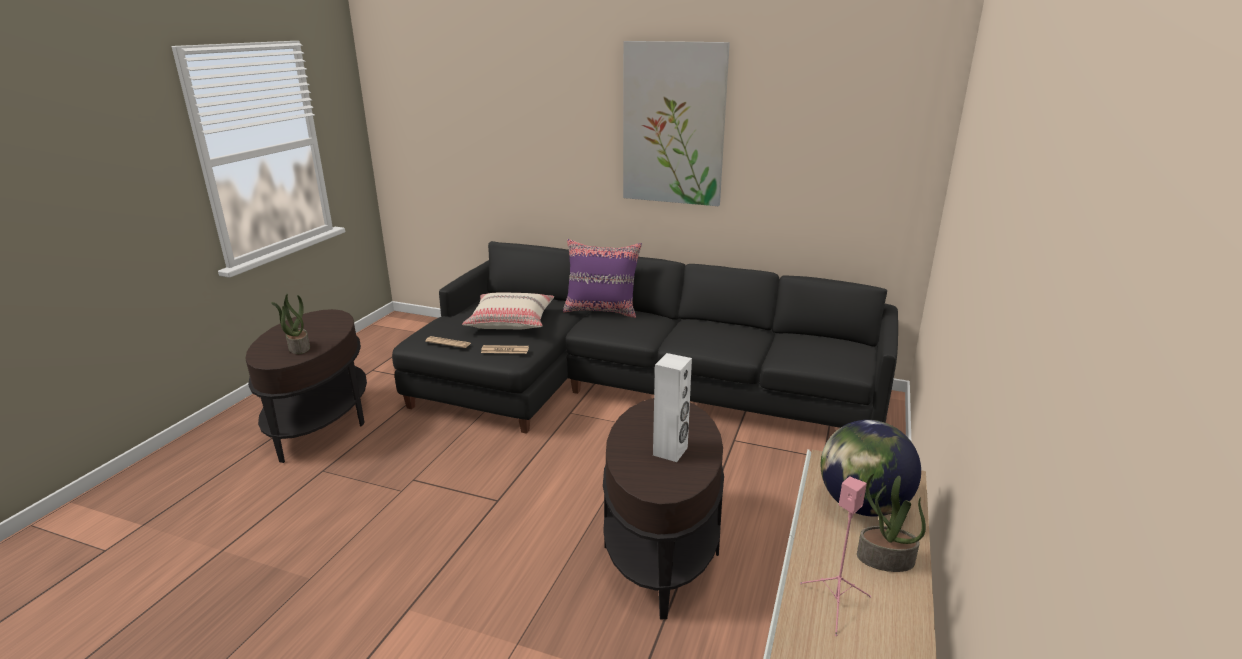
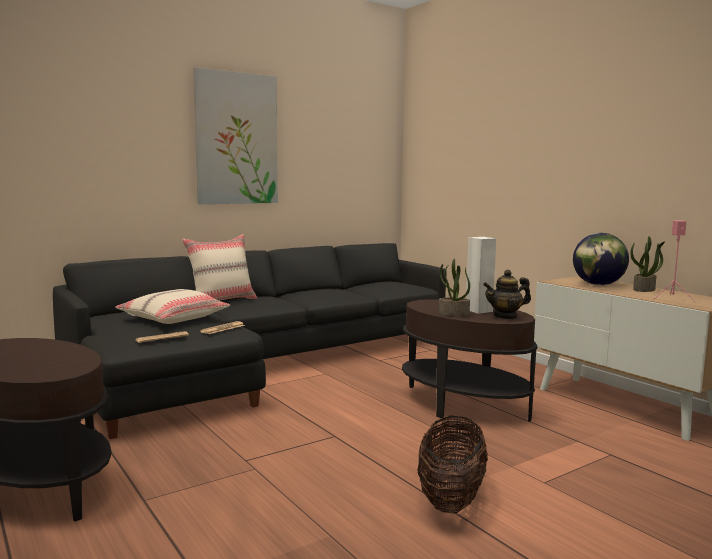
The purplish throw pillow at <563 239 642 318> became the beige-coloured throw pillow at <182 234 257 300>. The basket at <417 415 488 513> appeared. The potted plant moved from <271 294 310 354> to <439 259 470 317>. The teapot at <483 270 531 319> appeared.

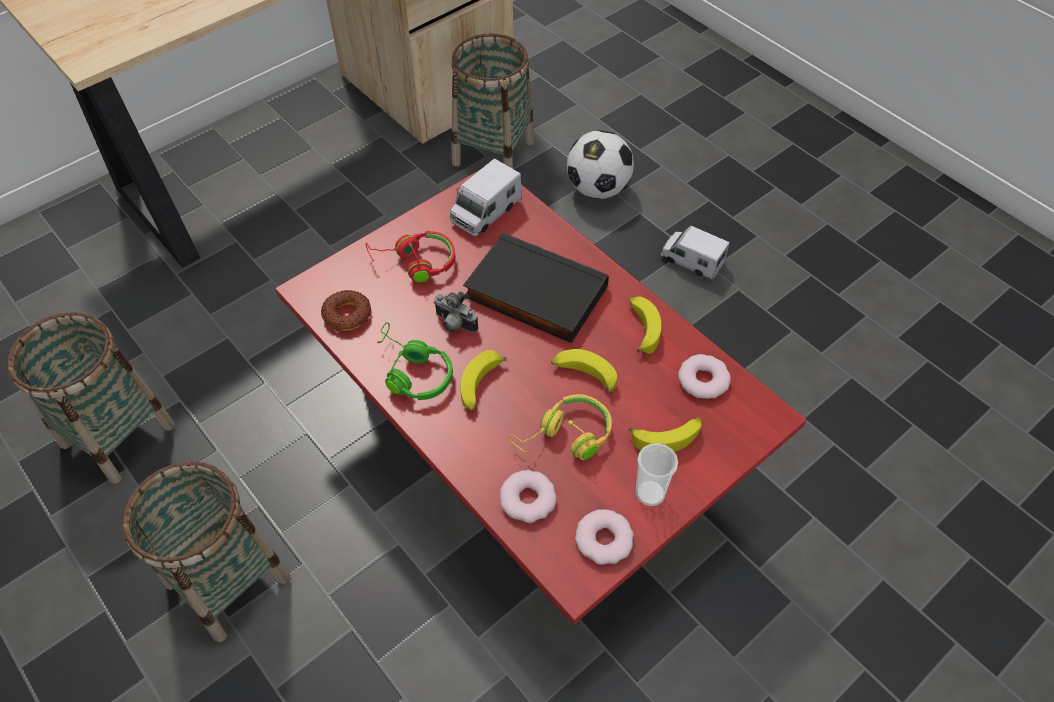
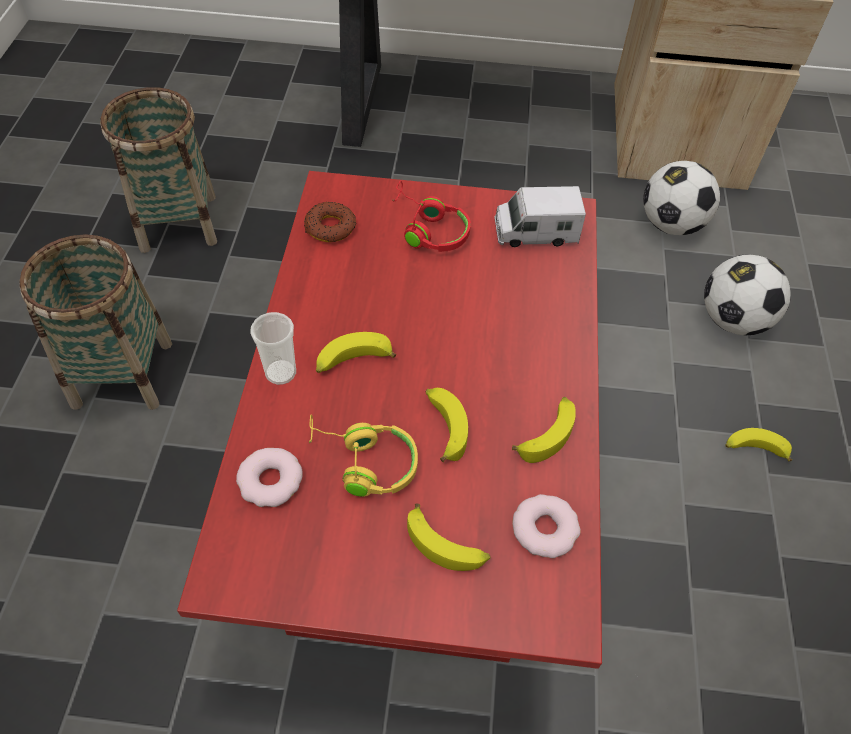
The cup moved from <636 443 678 506> to <250 312 296 385>. The basket at <451 34 535 169> was replaced by the football ball at <643 161 720 235>. The toy truck at <661 226 730 280> was replaced by the banana fruit at <725 428 792 461>. The green headset at <376 322 453 400> disappeared. The still camera at <433 291 478 333> disappeared. The black volume at <463 233 609 343> disappeared. The doughnut at <575 509 633 565> disappeared.

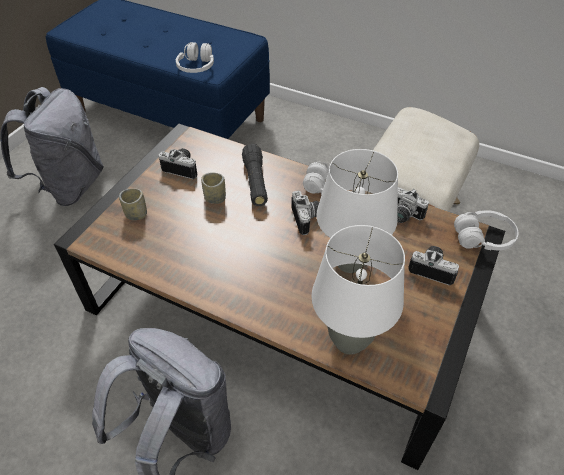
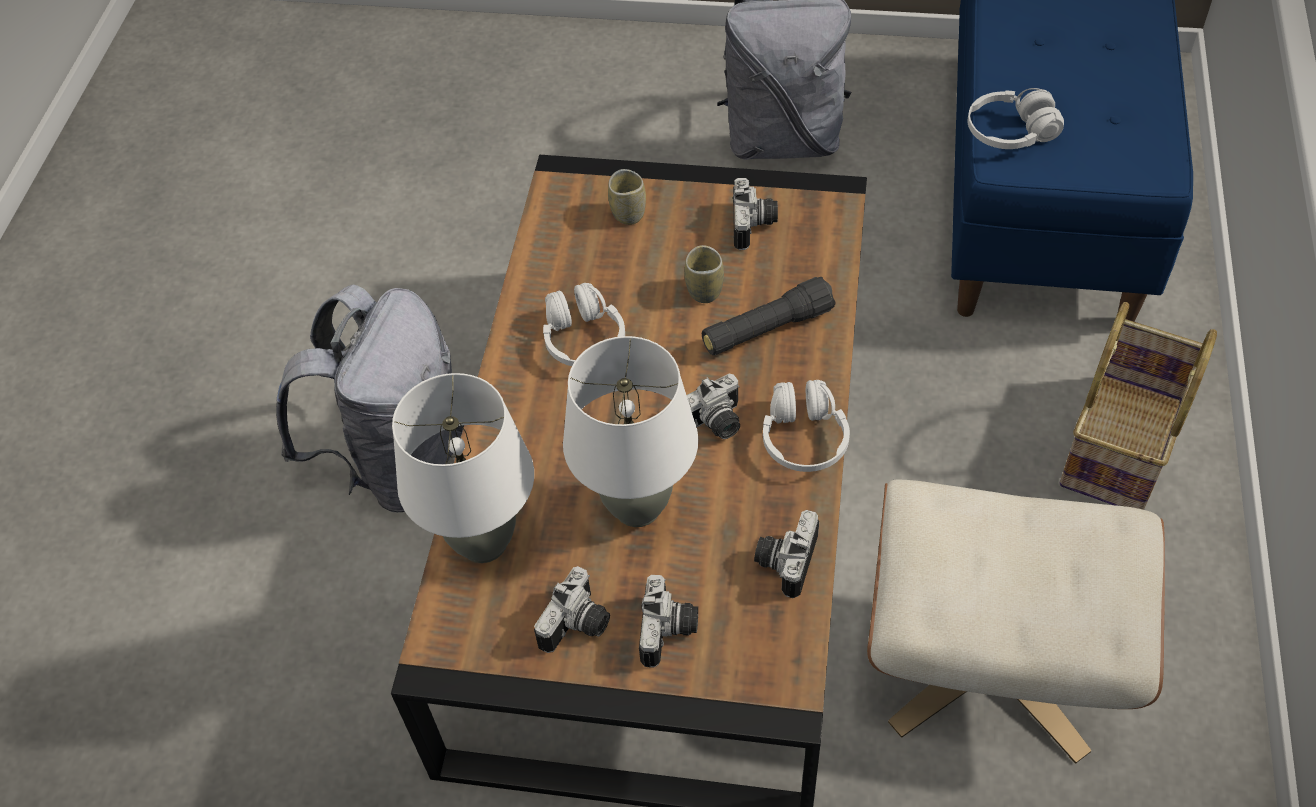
The still camera at <534 566 610 653> appeared. The white headset moved from <454 210 519 250> to <543 283 625 366>. The basket at <1060 302 1217 510> appeared.

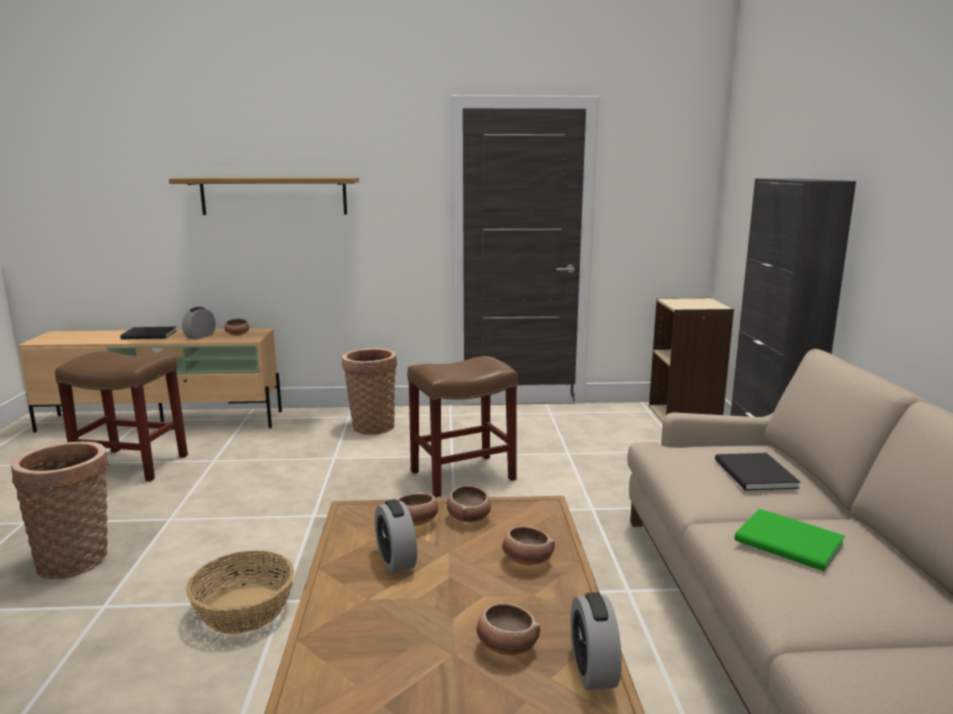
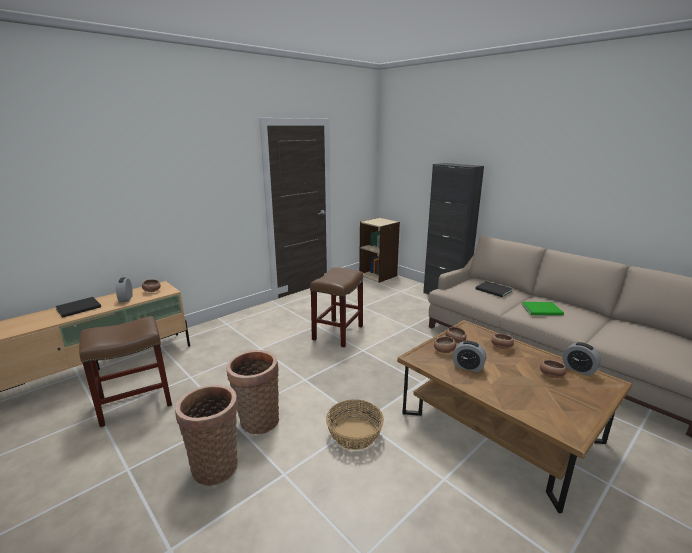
The basket moved from <342 348 397 435> to <226 350 279 434>. The shelf at <169 177 359 215> disappeared.

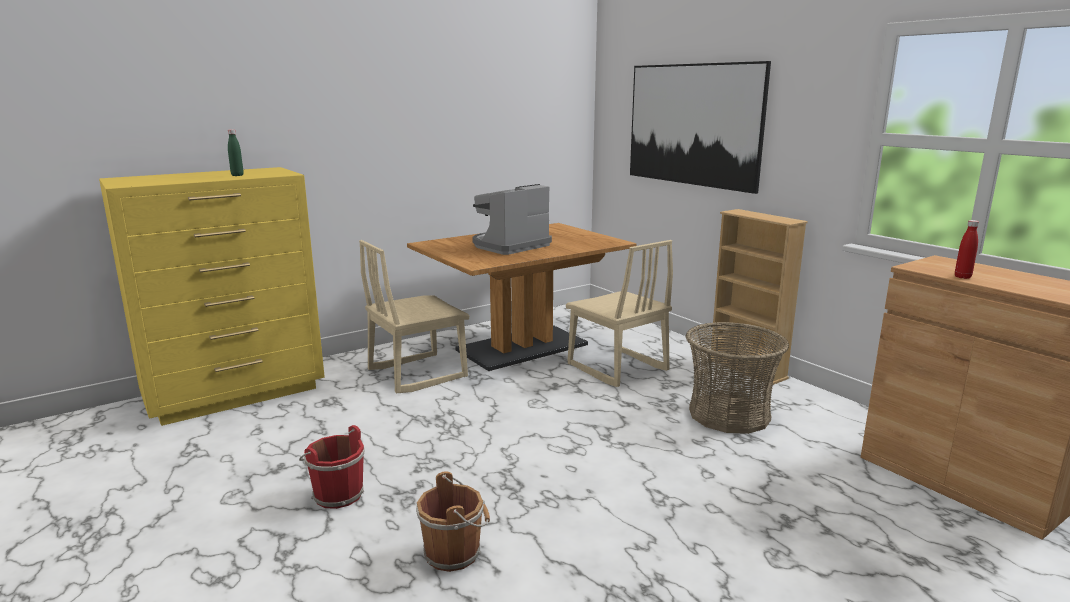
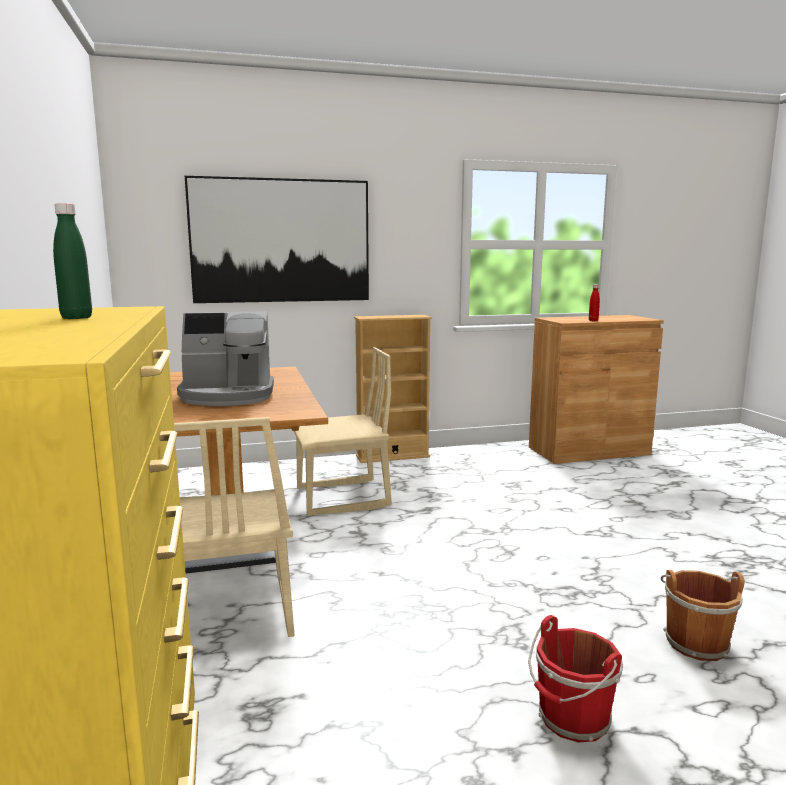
The coffee brewer at <472 184 552 255> turned 75 degrees counterclockwise. The basket at <686 322 789 434> disappeared.

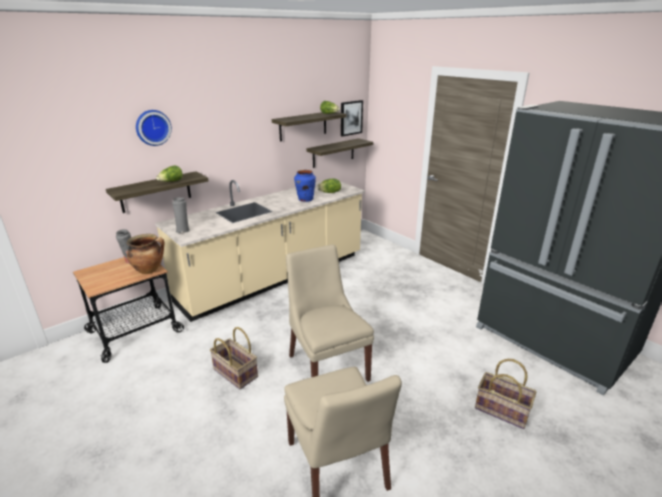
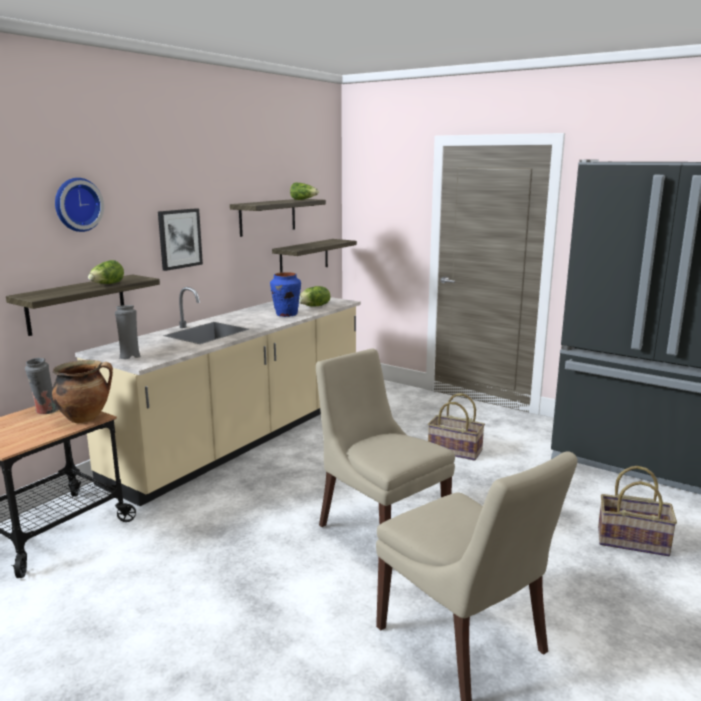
The wall picture moved from <341 100 363 137> to <158 208 203 271>. The basket moved from <210 327 258 389> to <428 393 485 461>.

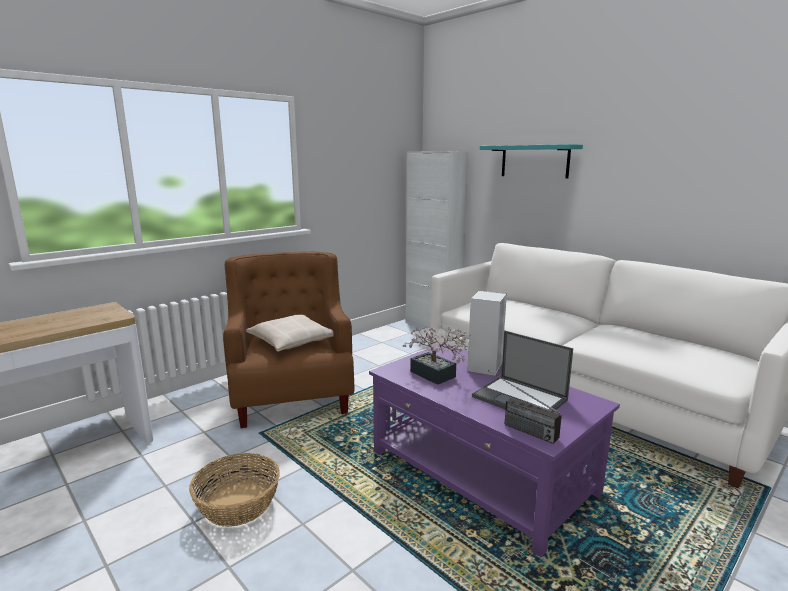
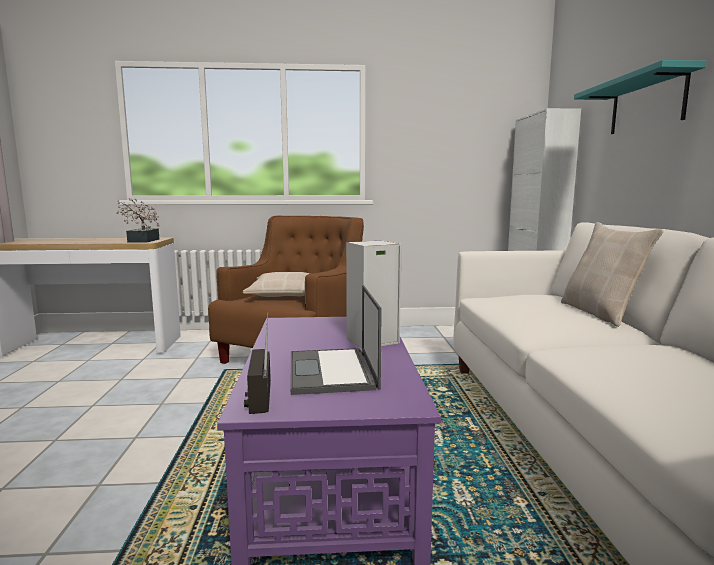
The potted plant moved from <403 327 471 385> to <116 198 160 242>. The beige-coloured throw pillow at <561 222 664 327> appeared. The basket at <189 453 280 527> disappeared.

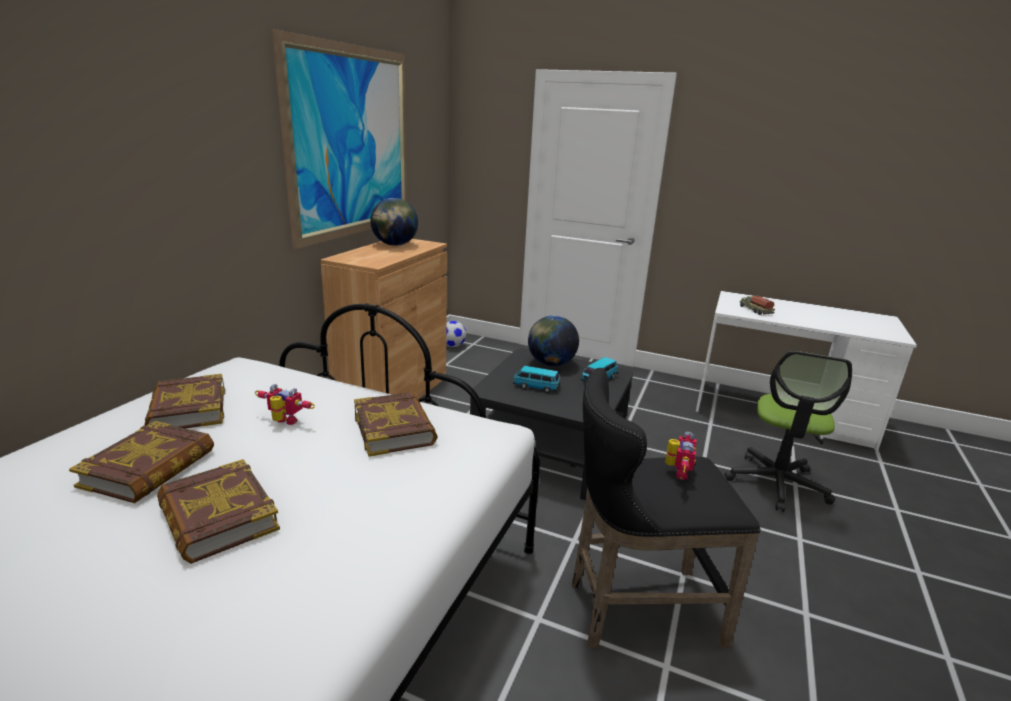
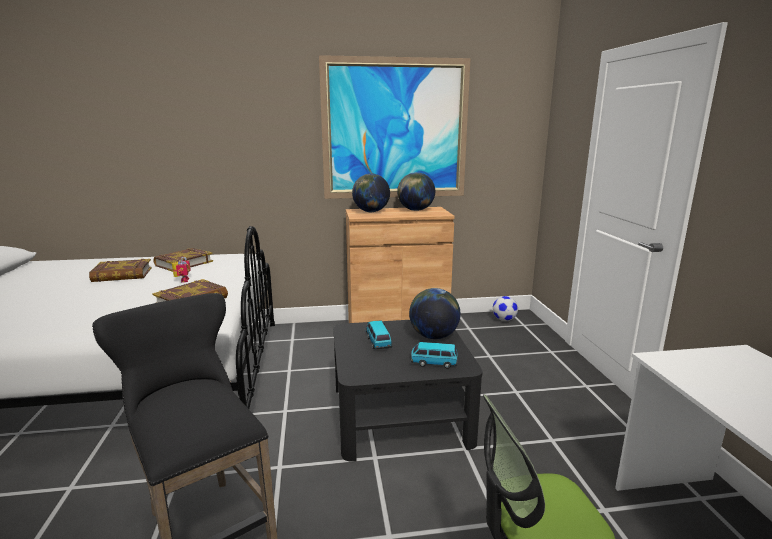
The desk globe at <352 173 390 212> appeared. The volume at <157 459 280 564> disappeared. The toy robot at <665 432 697 480> disappeared. The toy truck at <739 295 775 315> disappeared.

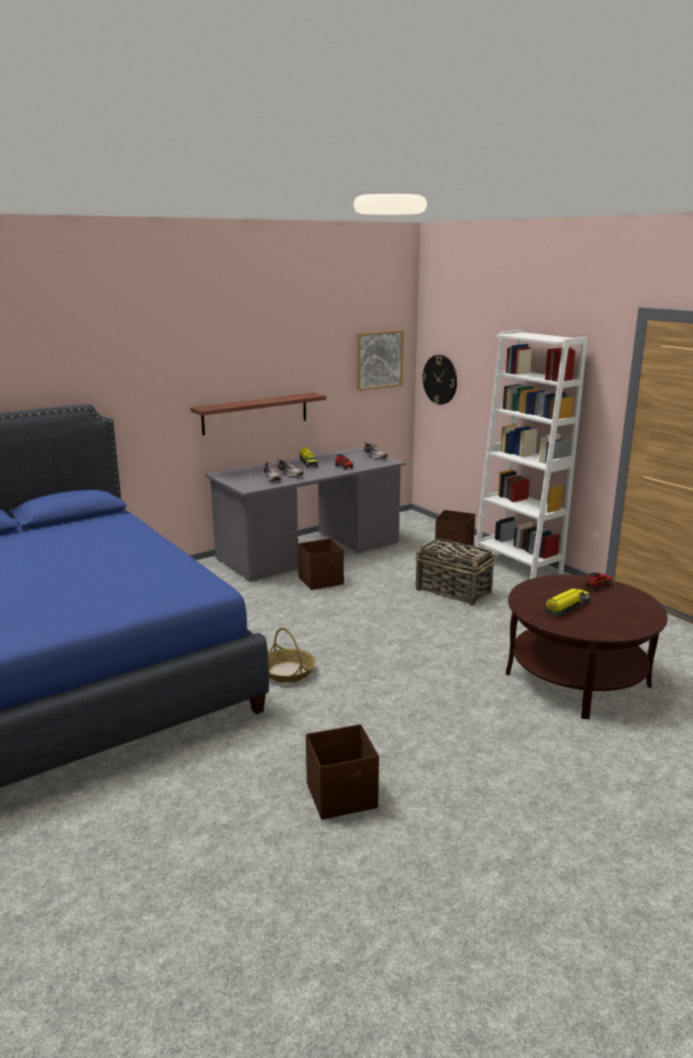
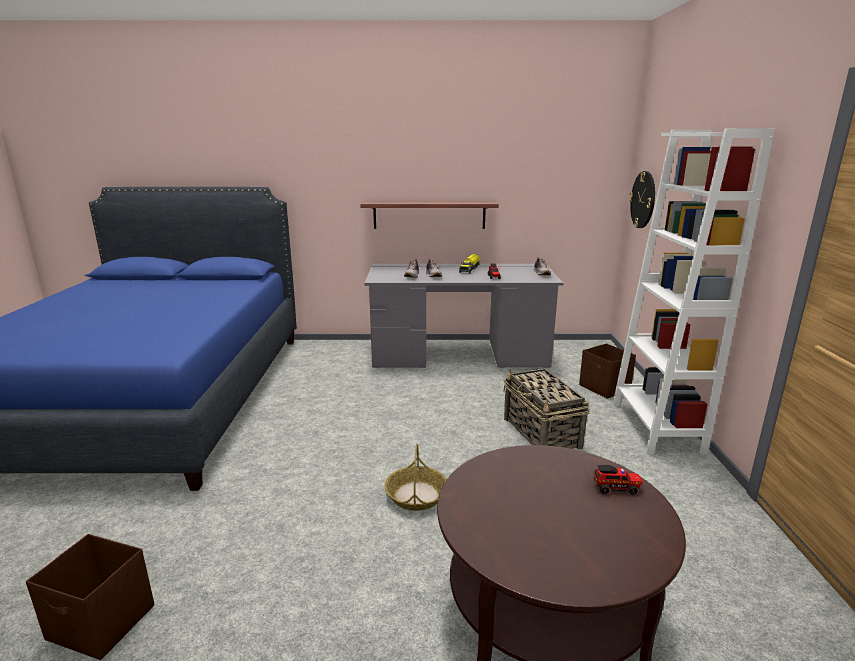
The basket moved from <268 628 316 683> to <385 444 447 511>. The brownish storage box at <298 538 344 590> disappeared. The wall picture at <356 330 404 391> disappeared. The toy truck at <544 588 590 617> disappeared.

